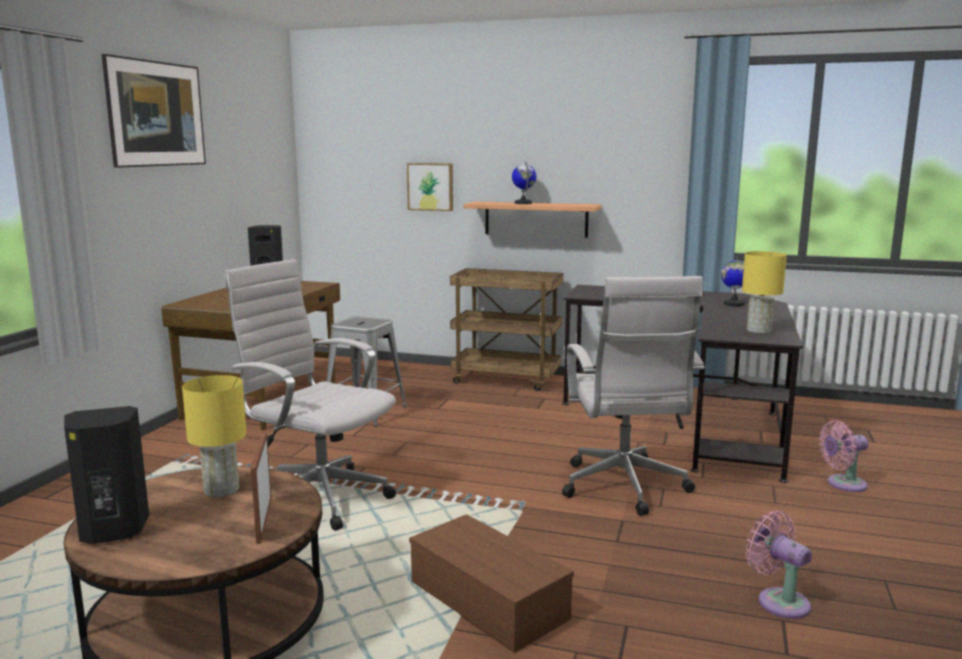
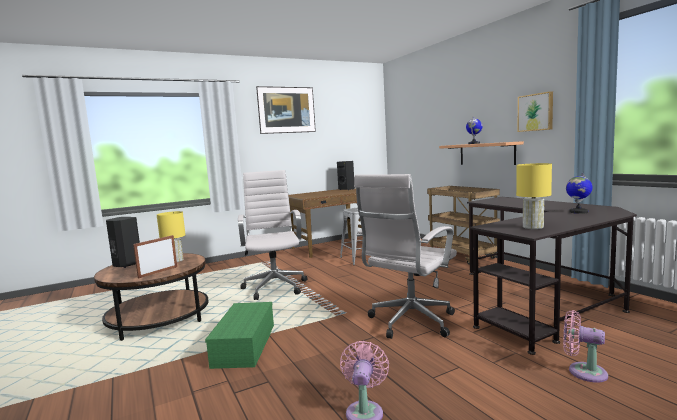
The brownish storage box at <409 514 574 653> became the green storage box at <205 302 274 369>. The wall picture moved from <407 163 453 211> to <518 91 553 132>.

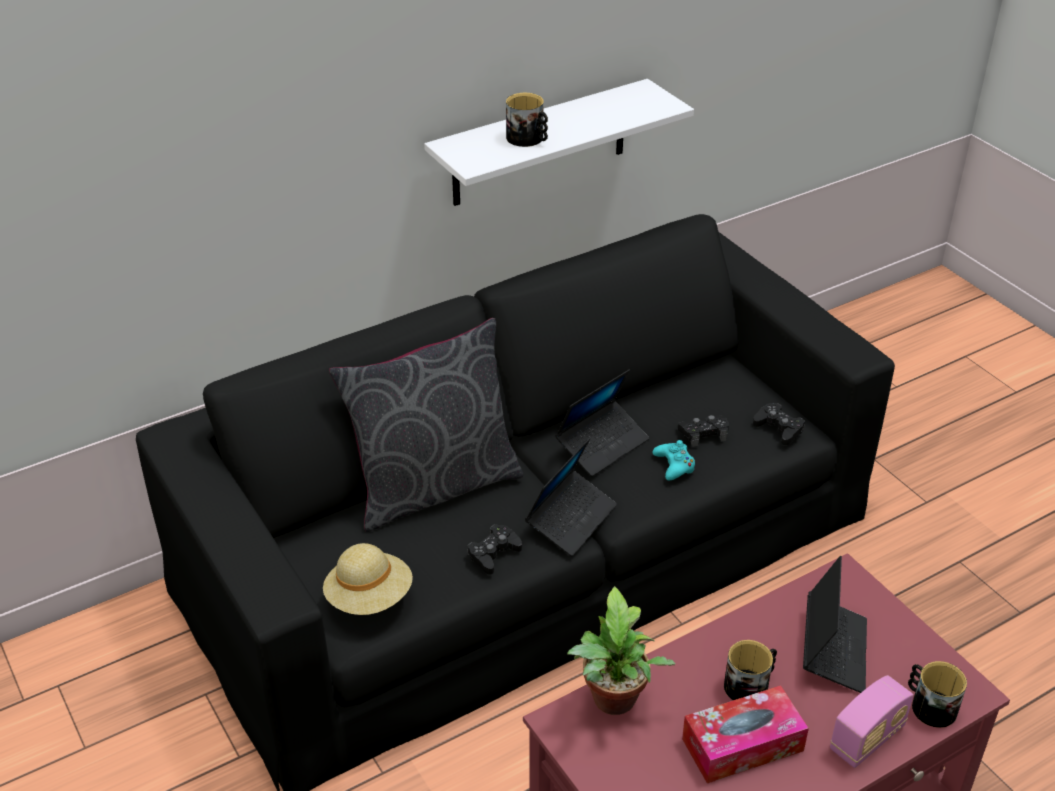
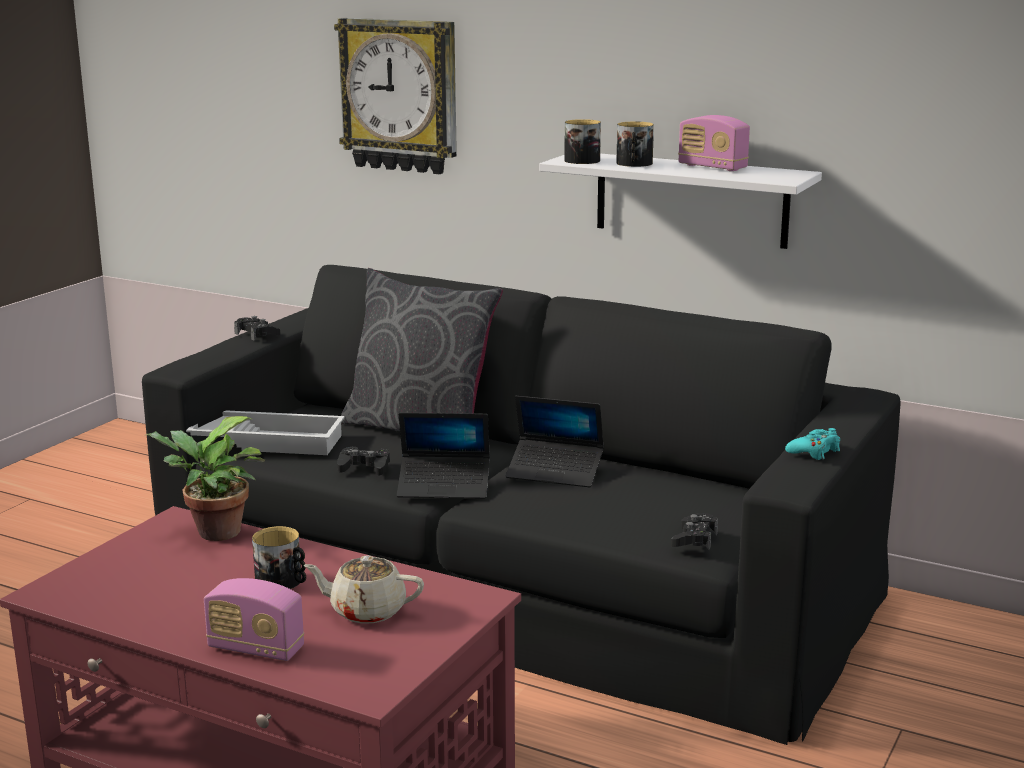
The beige-coloured hat at <323 543 413 615> was replaced by the white tray at <186 410 345 455>. The black game controller moved from <678 415 729 447> to <234 316 280 341>. The portable computer at <803 556 867 693> was replaced by the beige-coloured teapot at <304 555 424 624>. The wall clock at <334 18 457 174> appeared. The coffee mug moved from <908 661 967 728> to <564 119 601 164>. The radio receiver at <678 115 750 171> appeared. The turquoise-coloured game controller moved from <653 440 695 480> to <785 428 840 460>. The box of tissues at <682 685 809 783> disappeared.

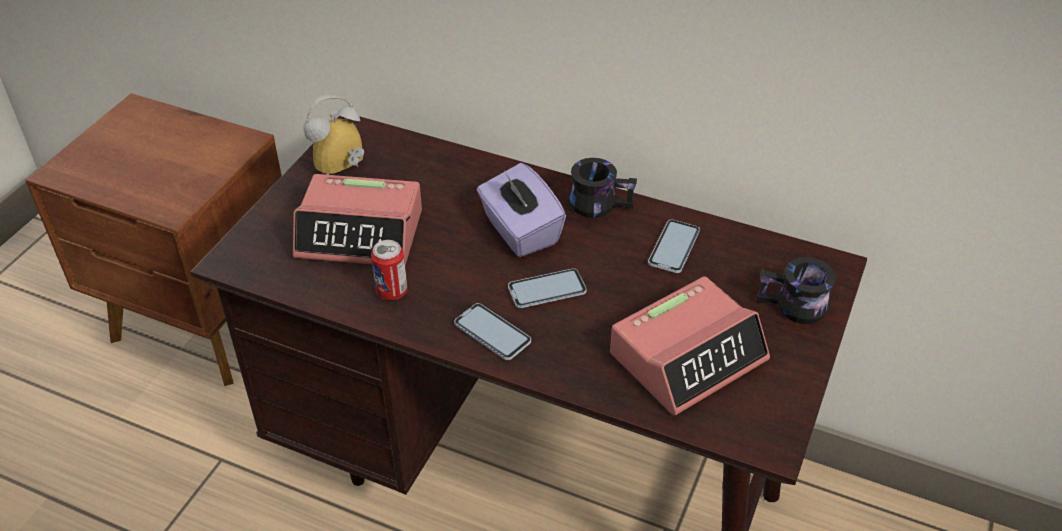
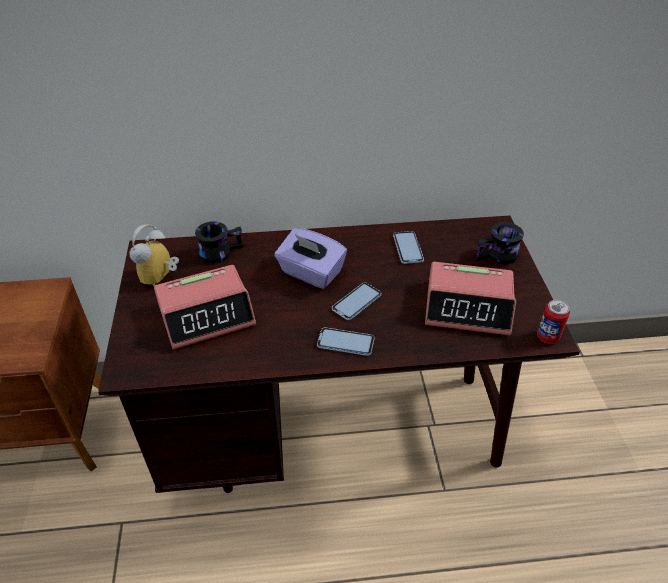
The black coffee mug moved from <569 158 637 218> to <195 221 243 263>. The table clock at <610 276 770 416> turned 75 degrees clockwise. The sealed can moved from <371 240 408 300> to <537 300 570 344>.

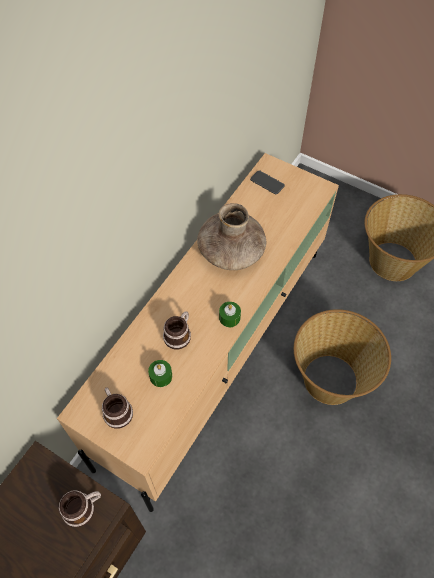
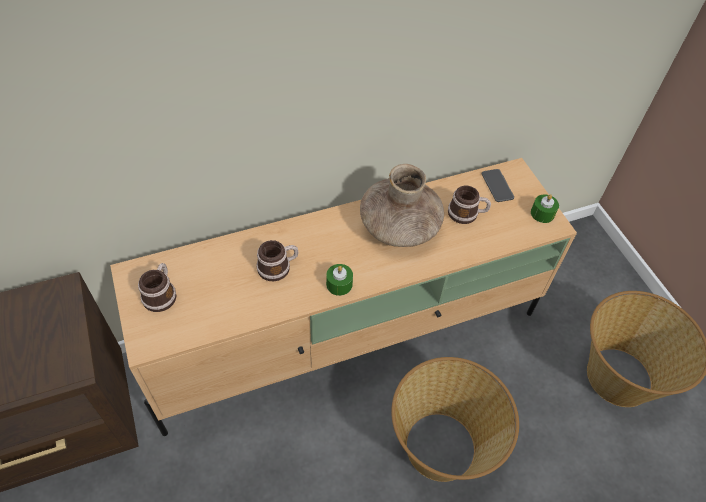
The coffee mug moved from <59 490 101 527> to <448 186 491 224>. The green candle moved from <148 360 172 387> to <531 194 559 223>.

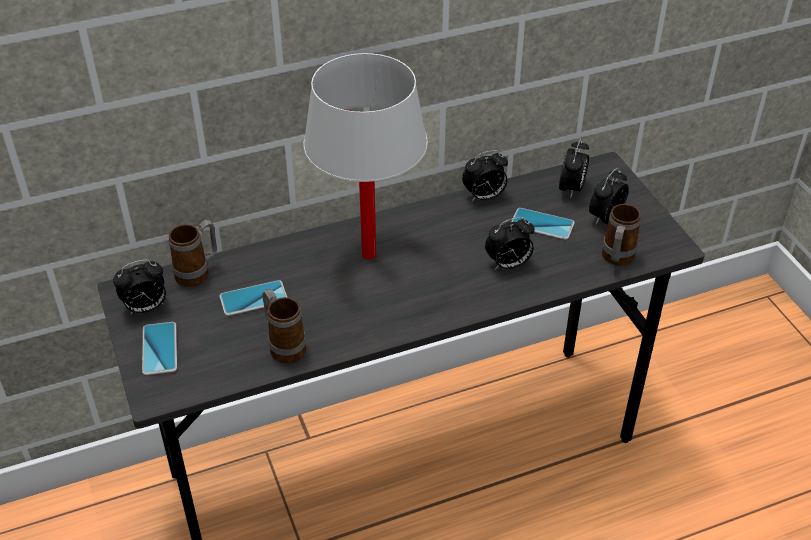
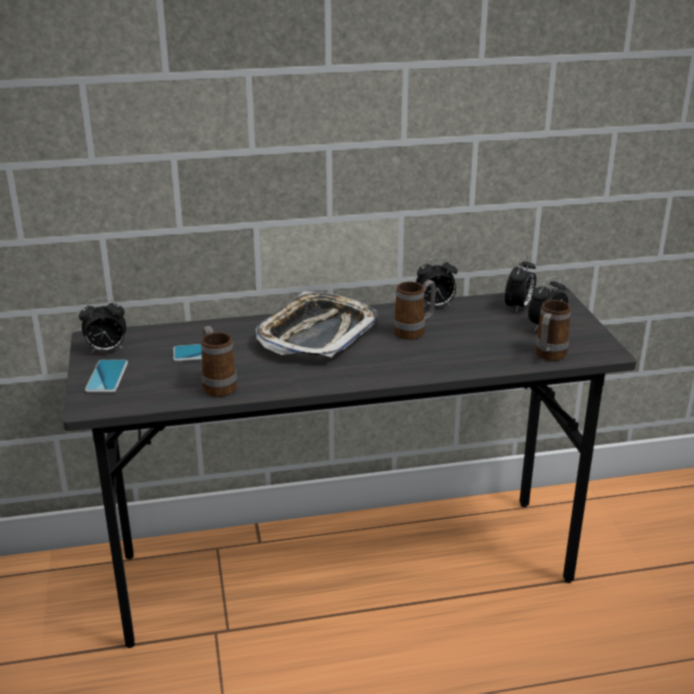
The white lamp for a table at <303 53 428 260> was replaced by the tray at <256 292 378 357>. The coffee mug moved from <169 220 217 287> to <394 280 436 340>. The table clock at <485 217 535 270> disappeared. The phone at <511 208 574 240> disappeared.

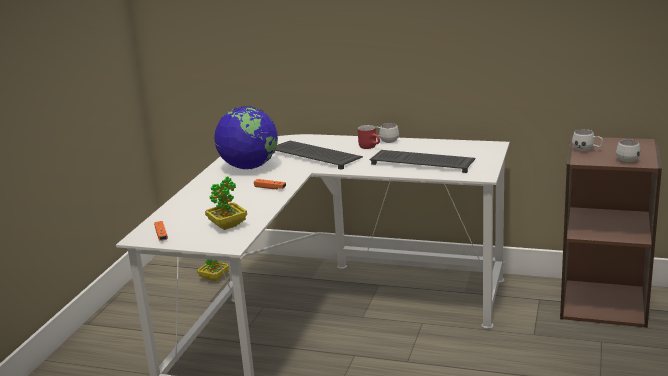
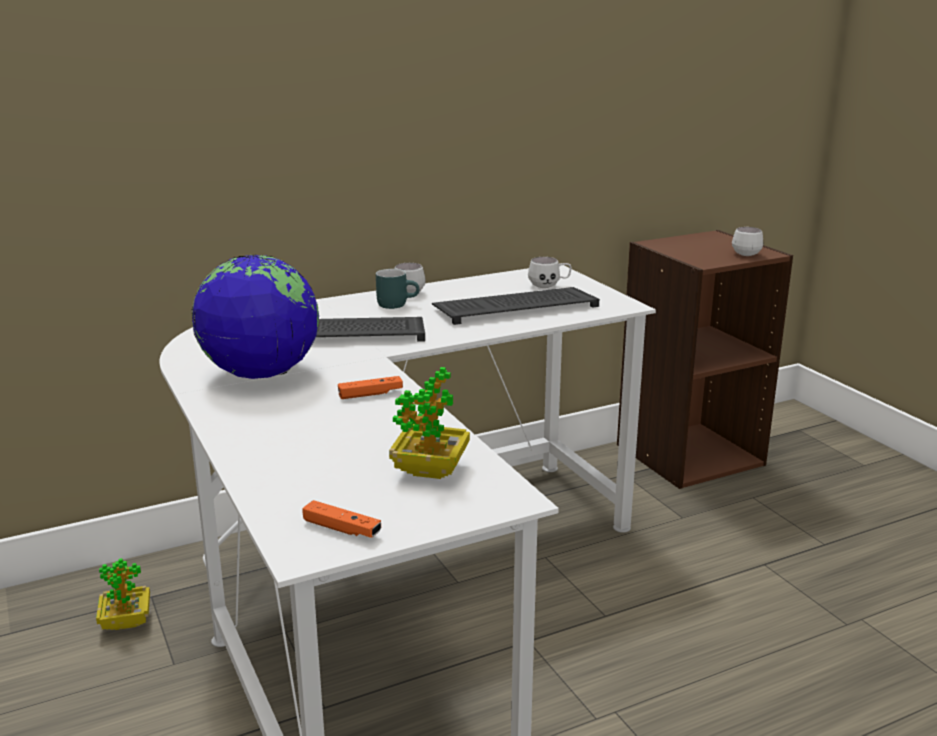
The reddish coffee mug at <358 125 380 149> became the turquoise-coloured coffee mug at <376 269 419 309>. The white coffee mug moved from <572 129 603 151> to <528 257 572 288>.

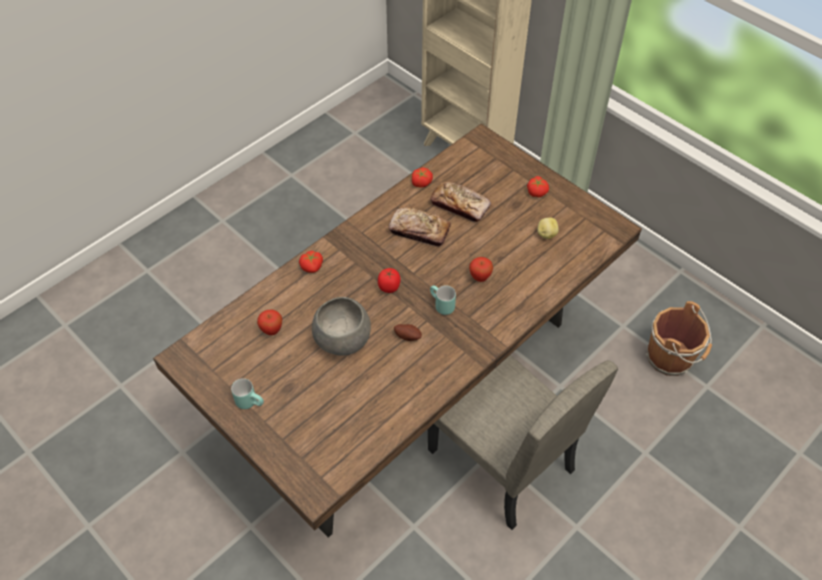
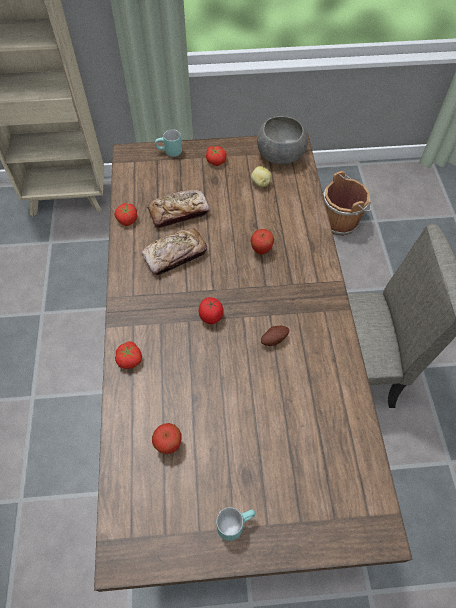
The turquoise-coloured coffee mug moved from <430 285 456 315> to <155 129 182 157>. The grey serving bowl moved from <312 297 371 356> to <257 116 308 164>.

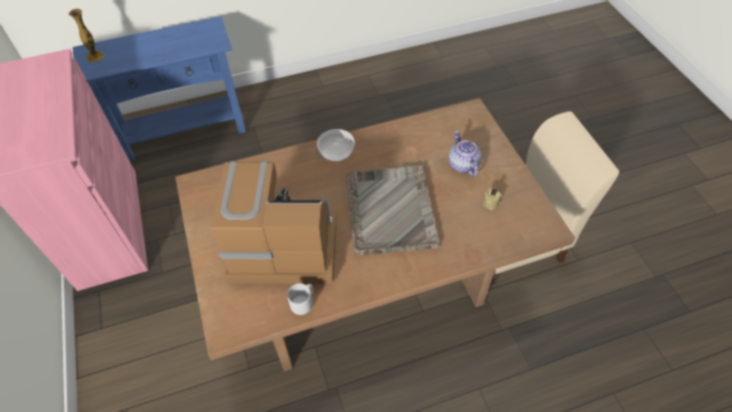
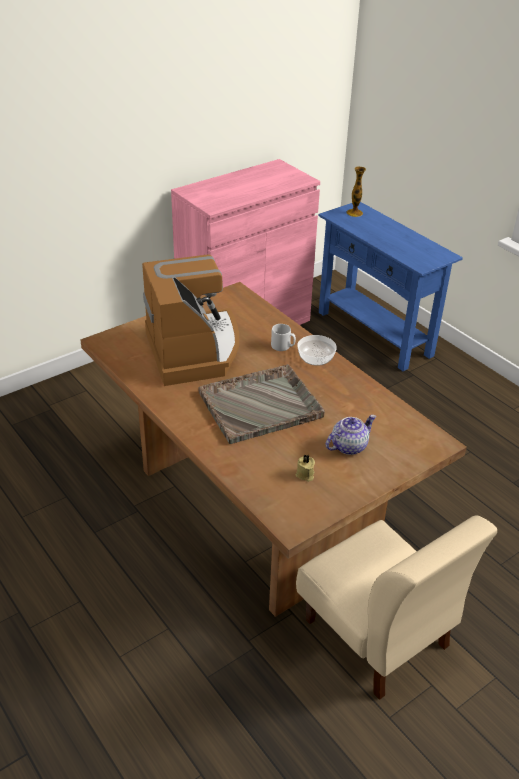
The grey coffee mug moved from <287 284 314 315> to <271 324 296 351>.

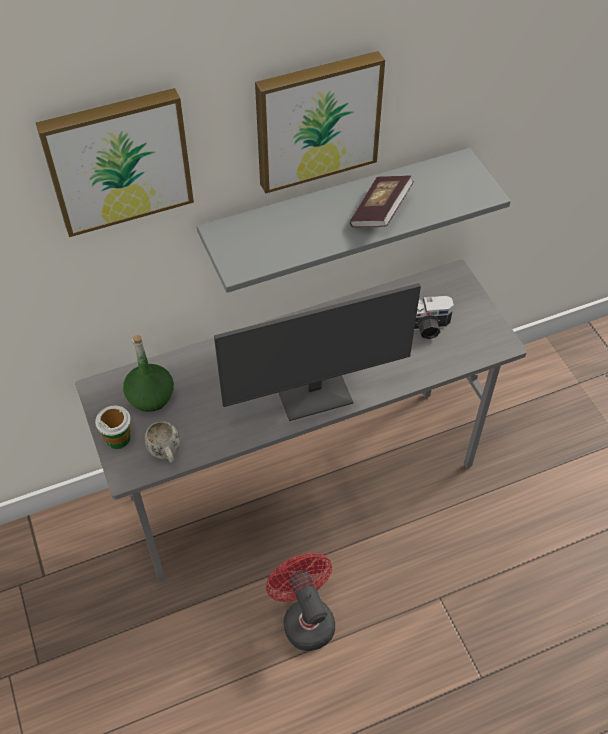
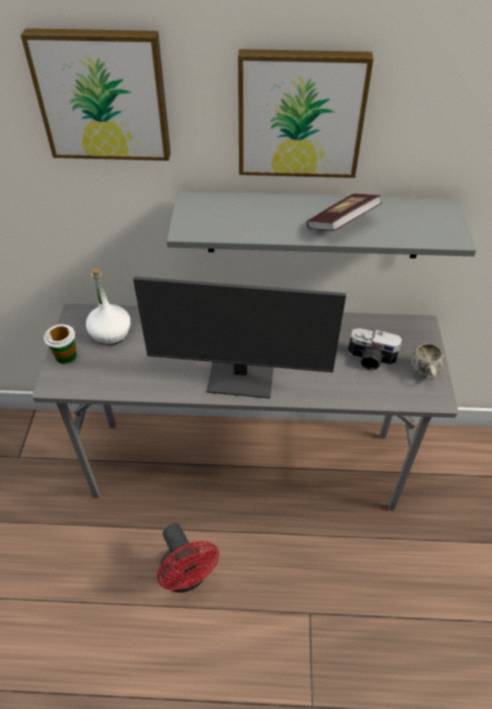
The green beverage bottle at <123 335 174 412> became the white beverage bottle at <86 268 131 345>. The reddish cooling fan at <266 553 335 651> turned 150 degrees clockwise. The white coffee mug moved from <145 421 180 463> to <411 343 444 380>.

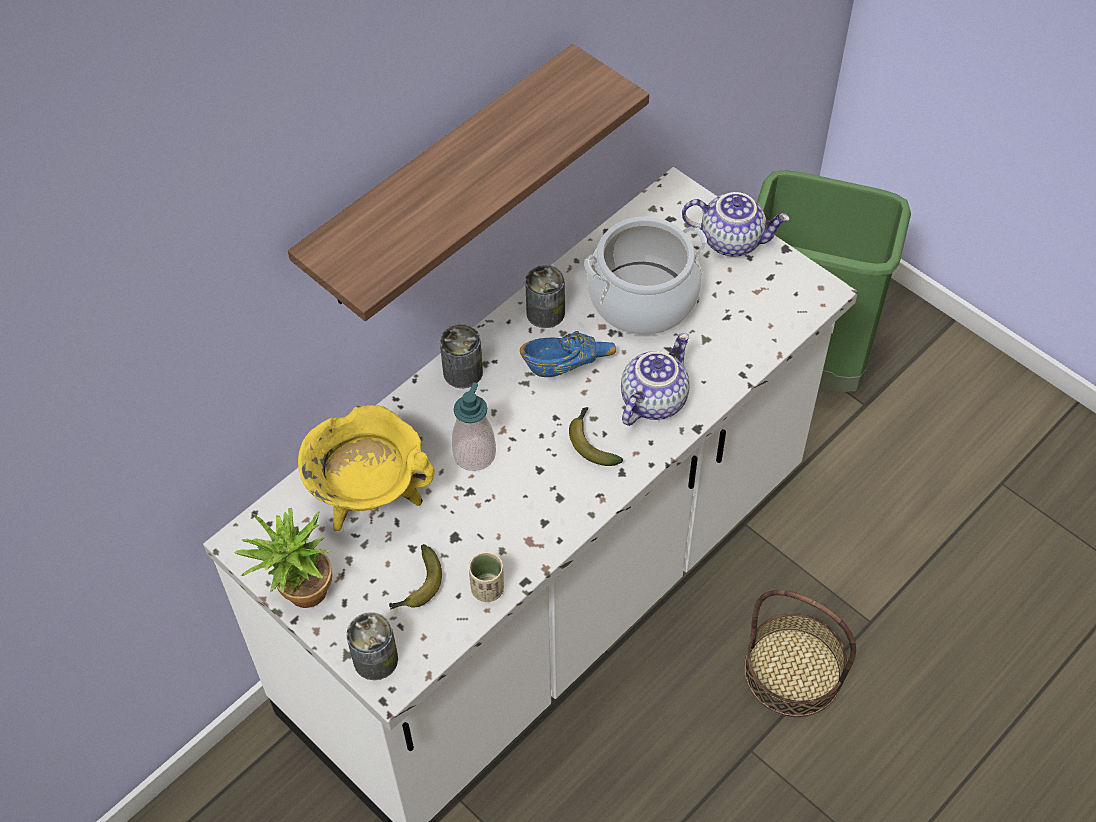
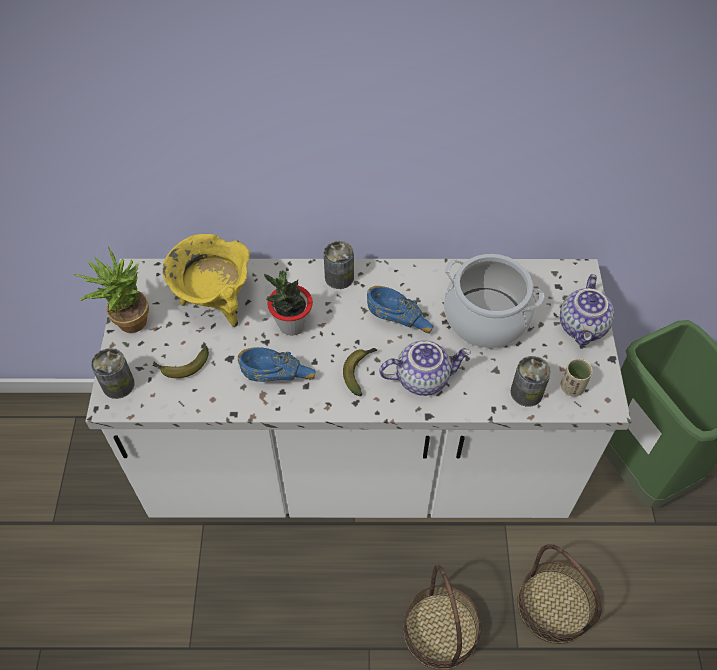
The blue-coloured serving bowl at <238 347 315 382> appeared. The soap dispenser at <452 382 496 471> was replaced by the potted plant at <264 271 313 336>. The sealed can moved from <525 265 565 328> to <511 356 551 407>. The basket at <517 544 602 644> appeared. The teapot at <682 192 790 256> turned 45 degrees clockwise. The beige-coloured cup moved from <469 552 504 602> to <561 359 593 397>. The shelf at <288 44 649 321> disappeared.

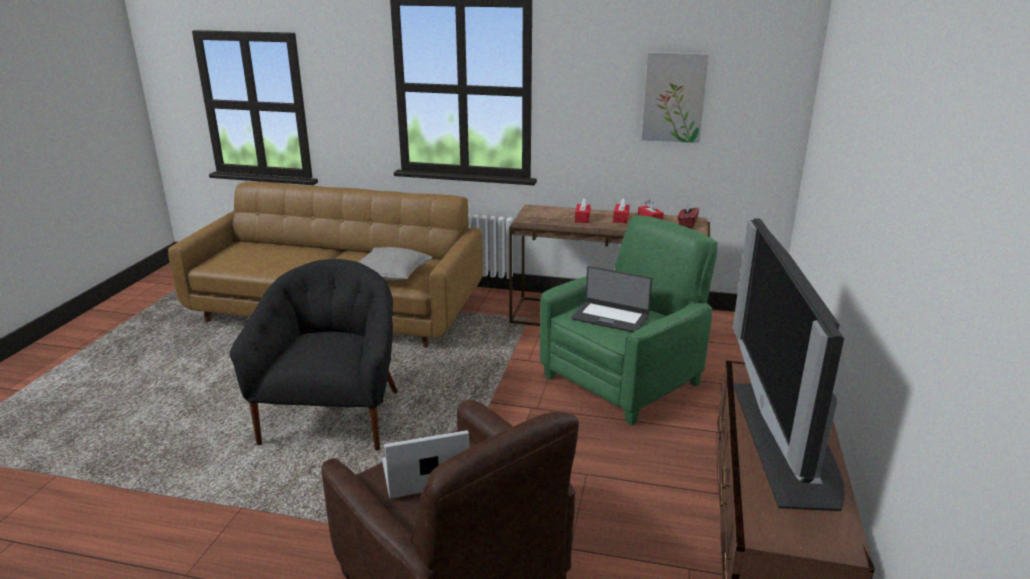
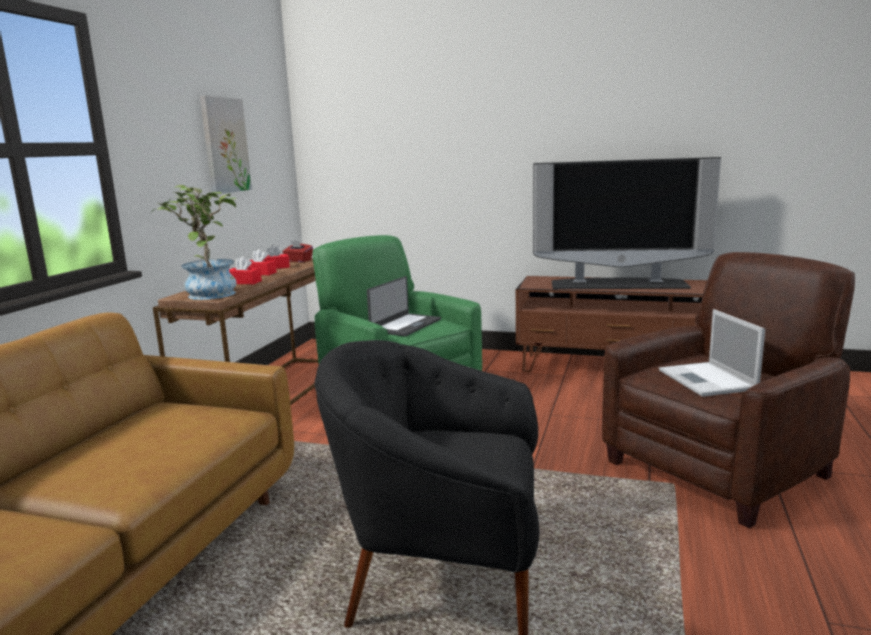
The potted plant at <152 185 237 300> appeared. The grey throw pillow at <359 247 433 280> disappeared.

